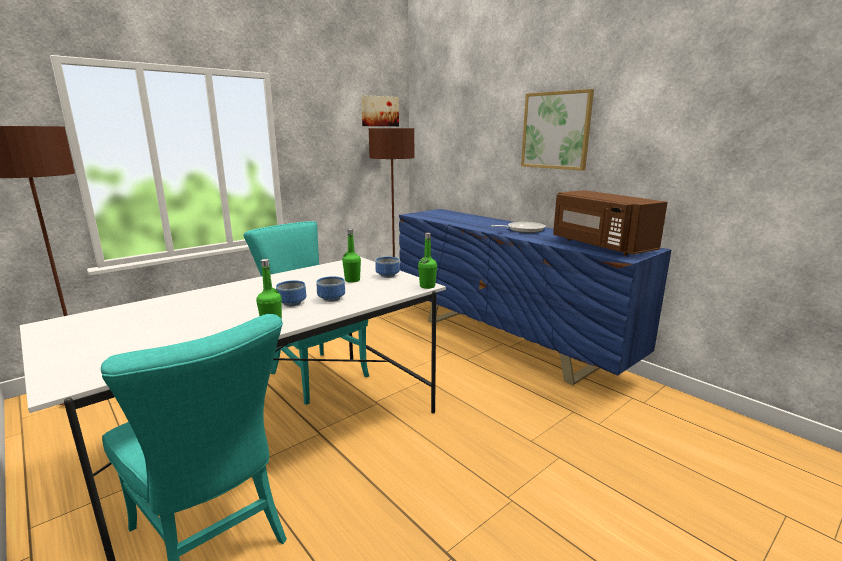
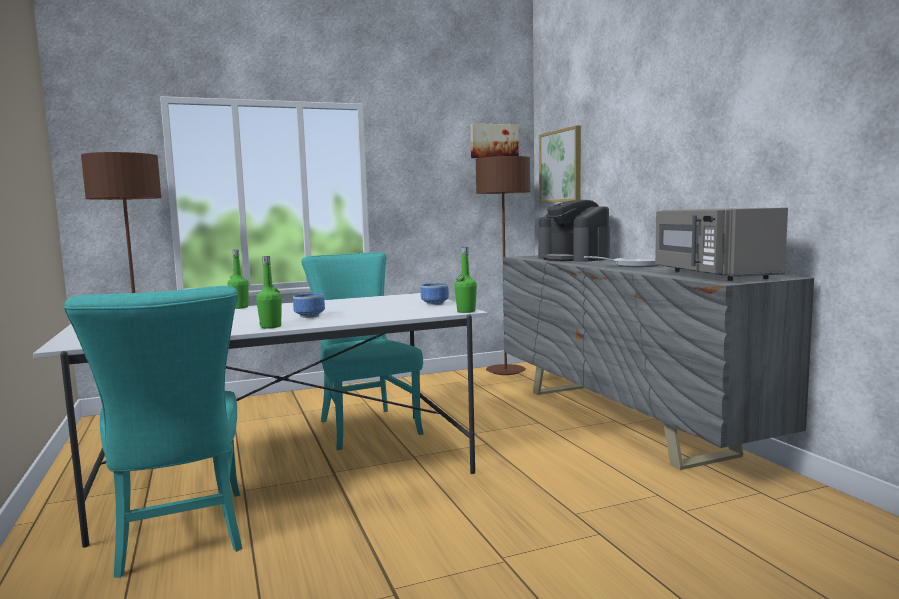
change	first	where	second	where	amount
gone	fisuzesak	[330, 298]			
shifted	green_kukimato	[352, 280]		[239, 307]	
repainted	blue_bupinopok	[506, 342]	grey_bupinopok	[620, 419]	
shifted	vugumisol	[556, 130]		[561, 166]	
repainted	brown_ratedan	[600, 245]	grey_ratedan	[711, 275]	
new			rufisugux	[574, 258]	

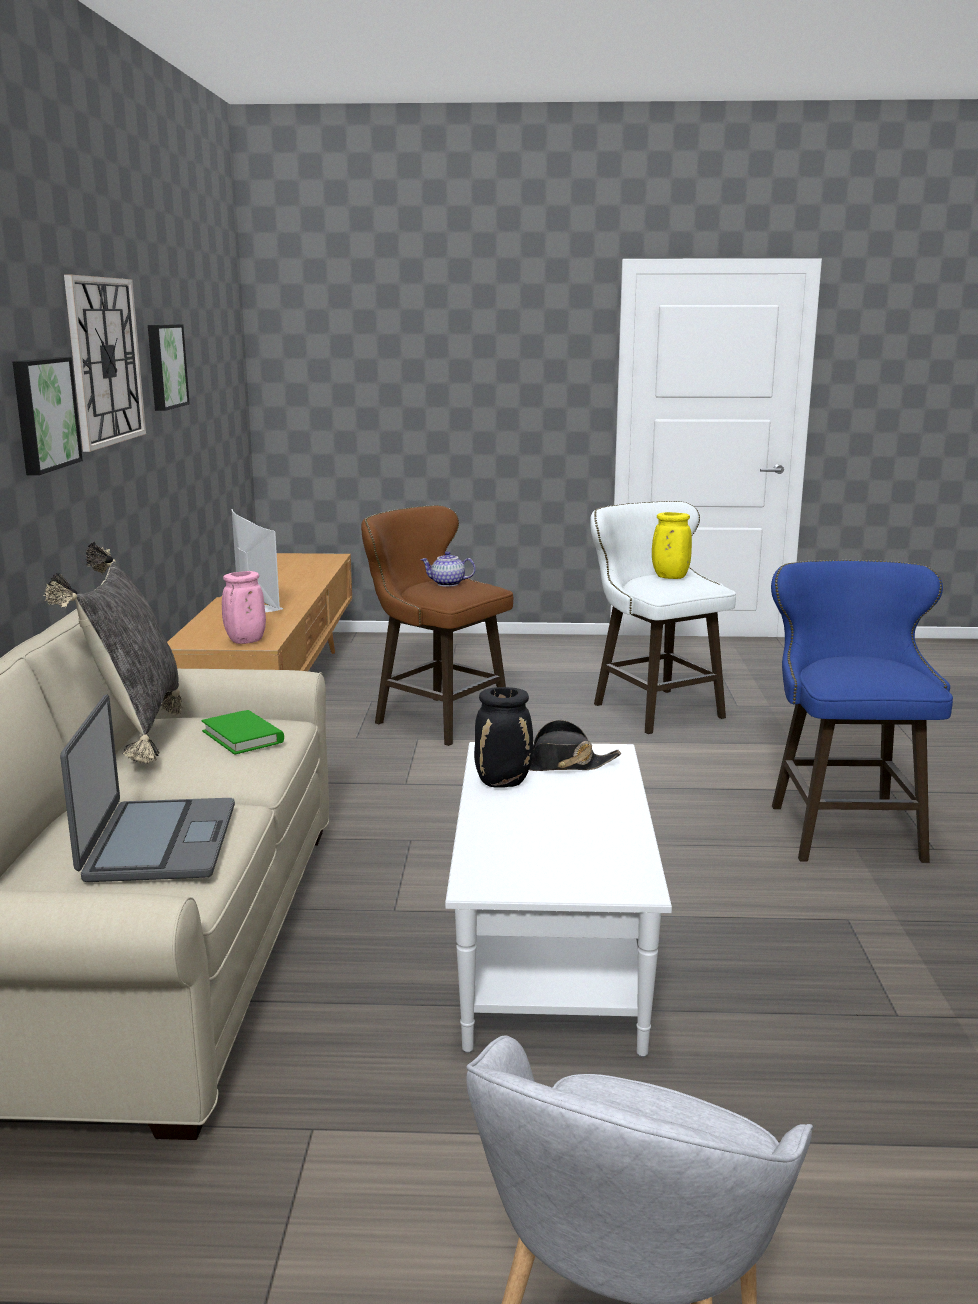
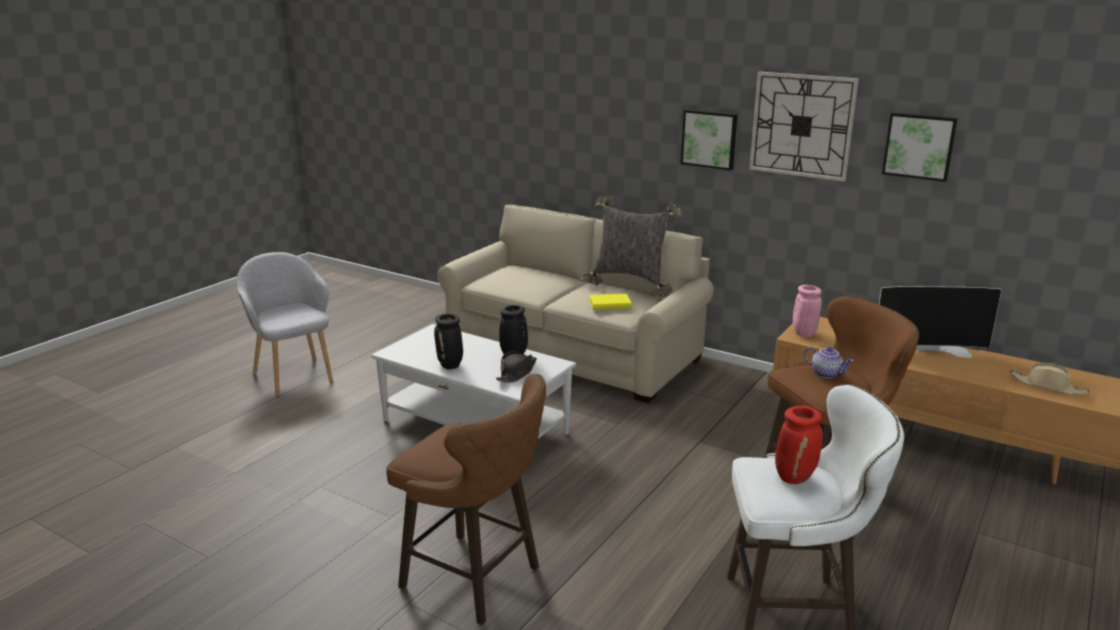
change	first	where	second	where	amount
gone	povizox	[158, 842]			
repainted	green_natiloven	[243, 737]	yellow_natiloven	[610, 304]	
rotated	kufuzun	[447, 584]		[826, 373]	90 degrees clockwise
repainted	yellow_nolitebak	[669, 577]	red_nolitebak	[794, 477]	
repainted	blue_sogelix	[843, 829]	brown_sogelix	[475, 579]	
new			black_nolitebak	[450, 366]	
new			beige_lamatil	[1048, 386]	

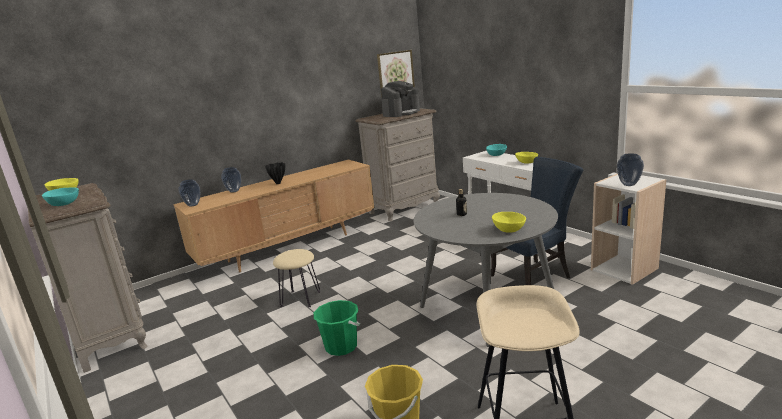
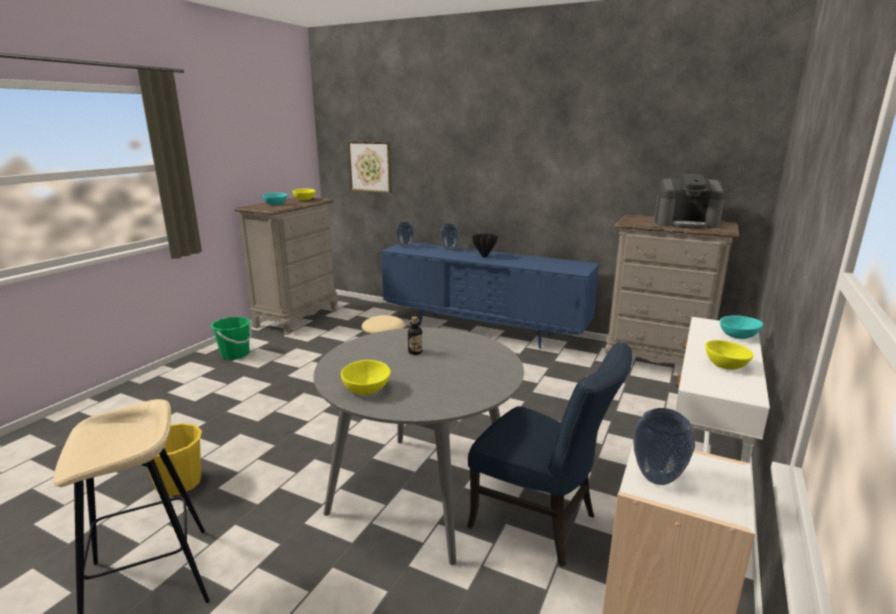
change	first	where	second	where	amount
repainted	brown_bupinopok	[290, 248]	blue_bupinopok	[484, 330]	
shifted	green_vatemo	[341, 347]		[235, 354]	
shifted	vugumisol	[395, 73]		[370, 167]	

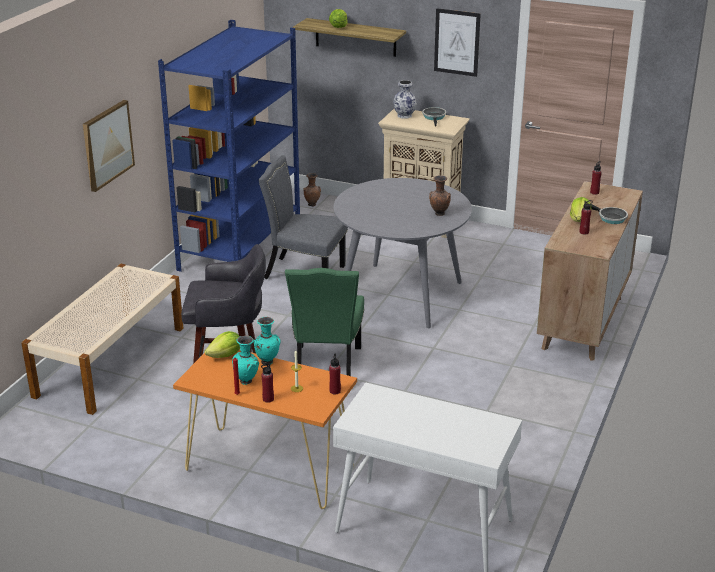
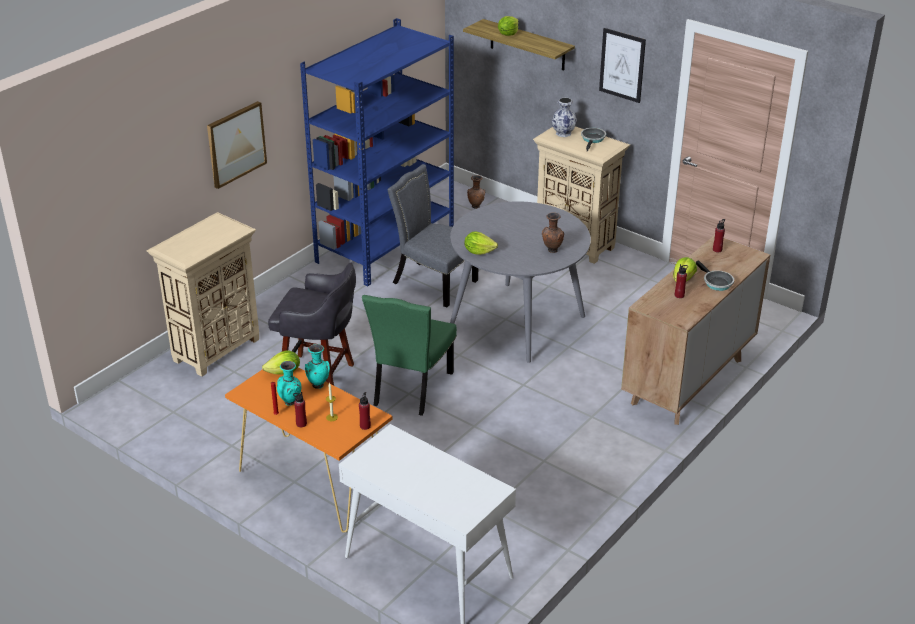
change	first	where	second	where	amount
swapped	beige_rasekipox	[110, 361]	beige_bupinopok	[216, 349]	
new			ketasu	[479, 251]	

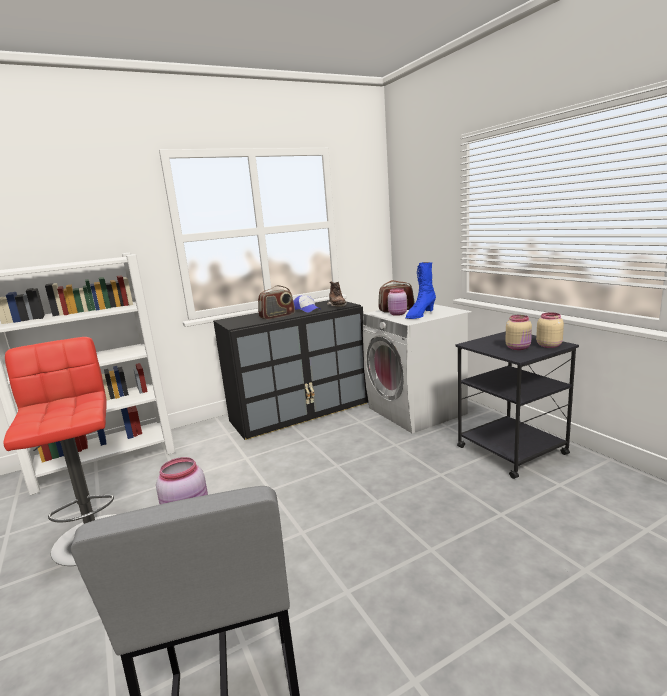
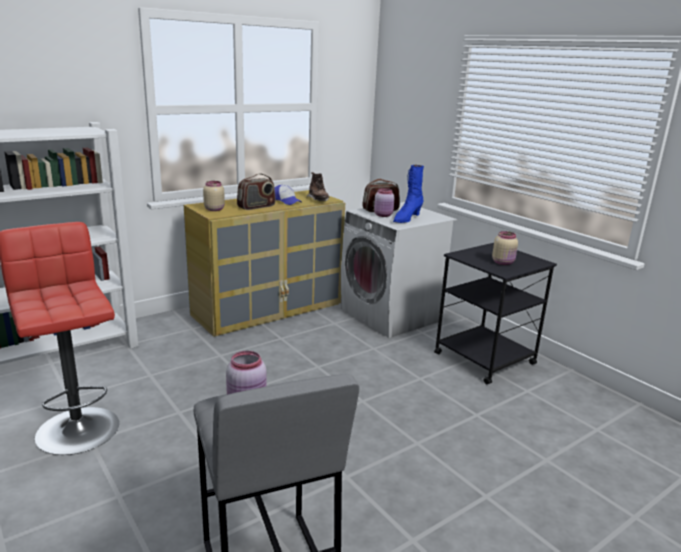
change	first	where	second	where	amount
repainted	black_bupinopok	[300, 412]	yellow_bupinopok	[268, 310]	
shifted	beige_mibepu	[548, 345]		[214, 209]	

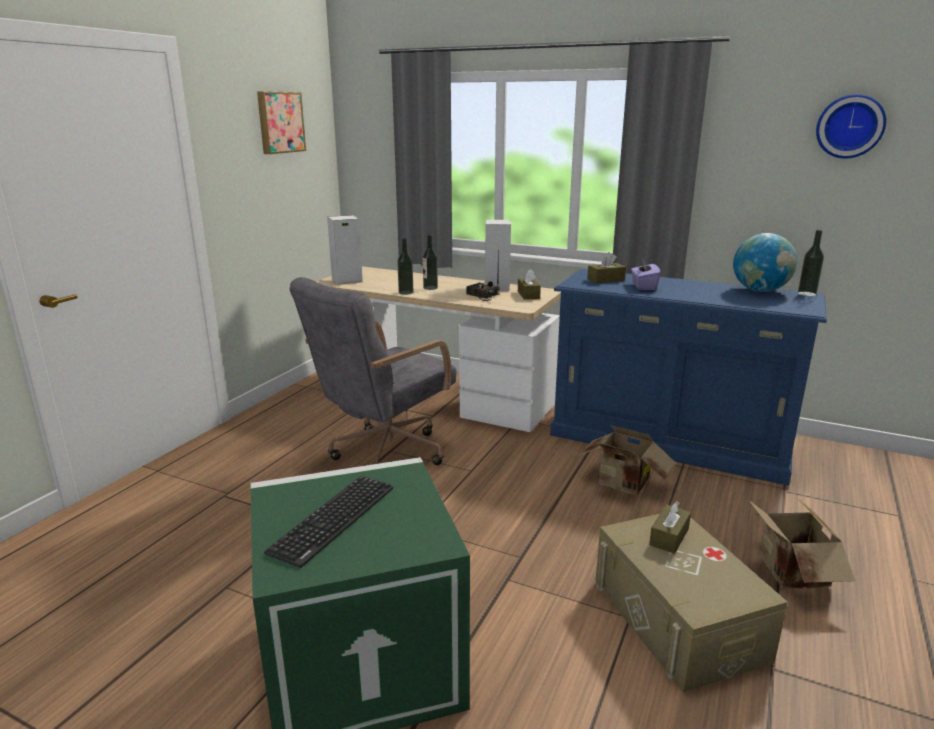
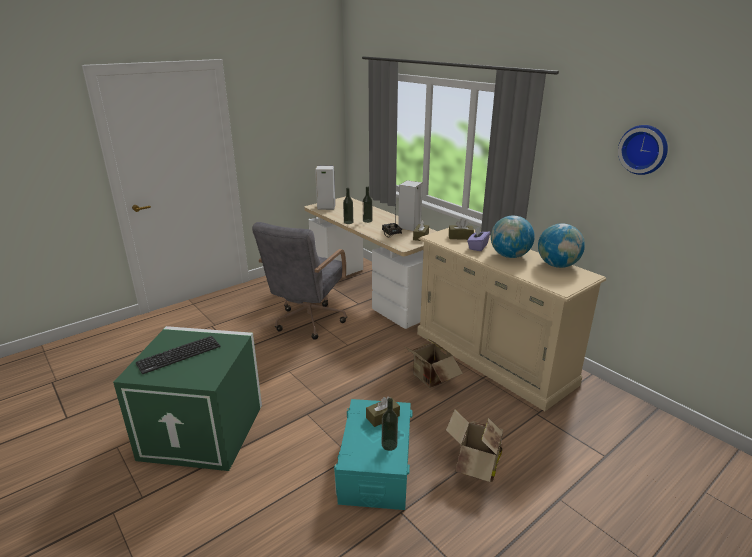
change	first	where	second	where	amount
gone	vugumisol	[280, 122]			
rotated	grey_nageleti	[384, 456]		[308, 323]	45 degrees counterclockwise
repainted	blue_bupinopok	[669, 441]	beige_bupinopok	[493, 358]	
repainted	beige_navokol	[678, 619]	turquoise_navokol	[376, 467]	
shifted	kukimato	[806, 294]		[389, 445]	
new			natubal	[509, 256]	

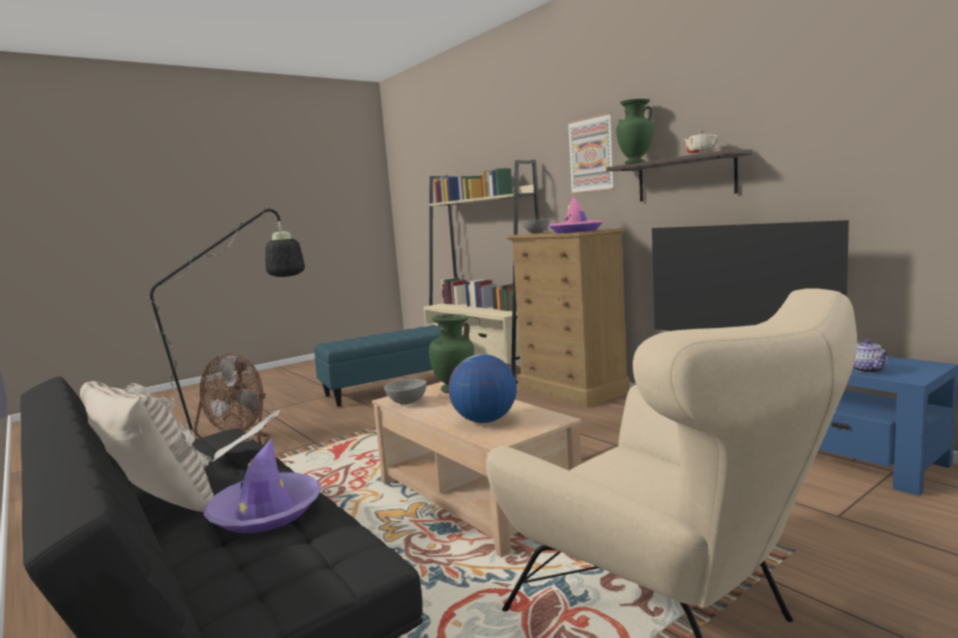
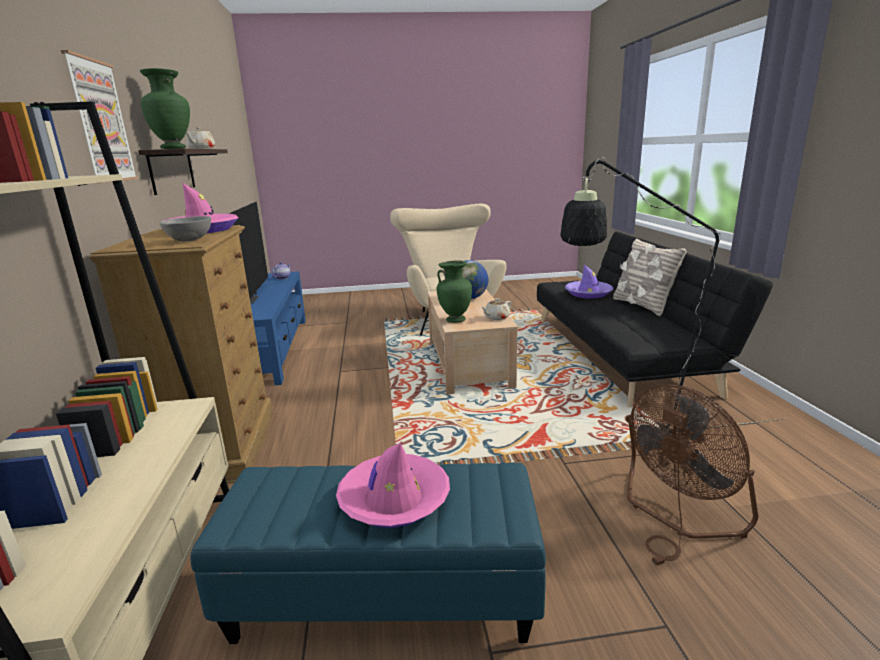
change	first	where	second	where	amount
gone	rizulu	[246, 455]			
swapped	grey_fisuzesak	[407, 403]	beige_kufuzun	[496, 317]	
new			pink_lamatil	[394, 499]	

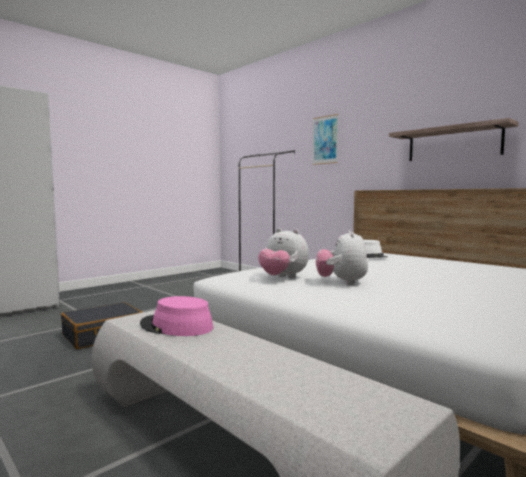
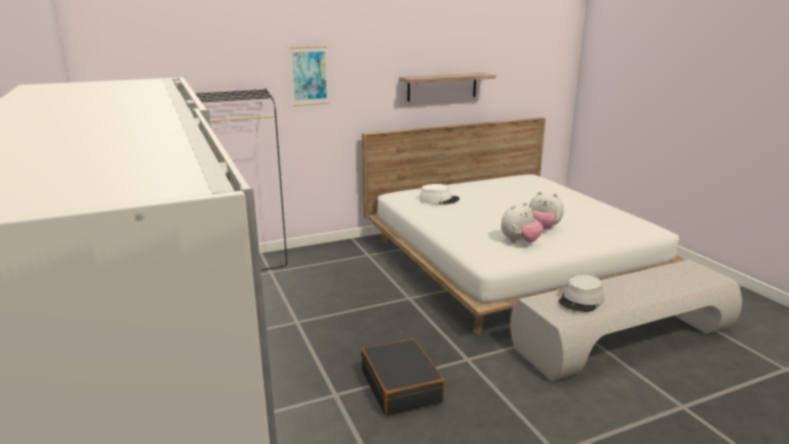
change	first	where	second	where	amount
repainted	pink_lamatil	[176, 326]	grey_lamatil	[581, 301]	

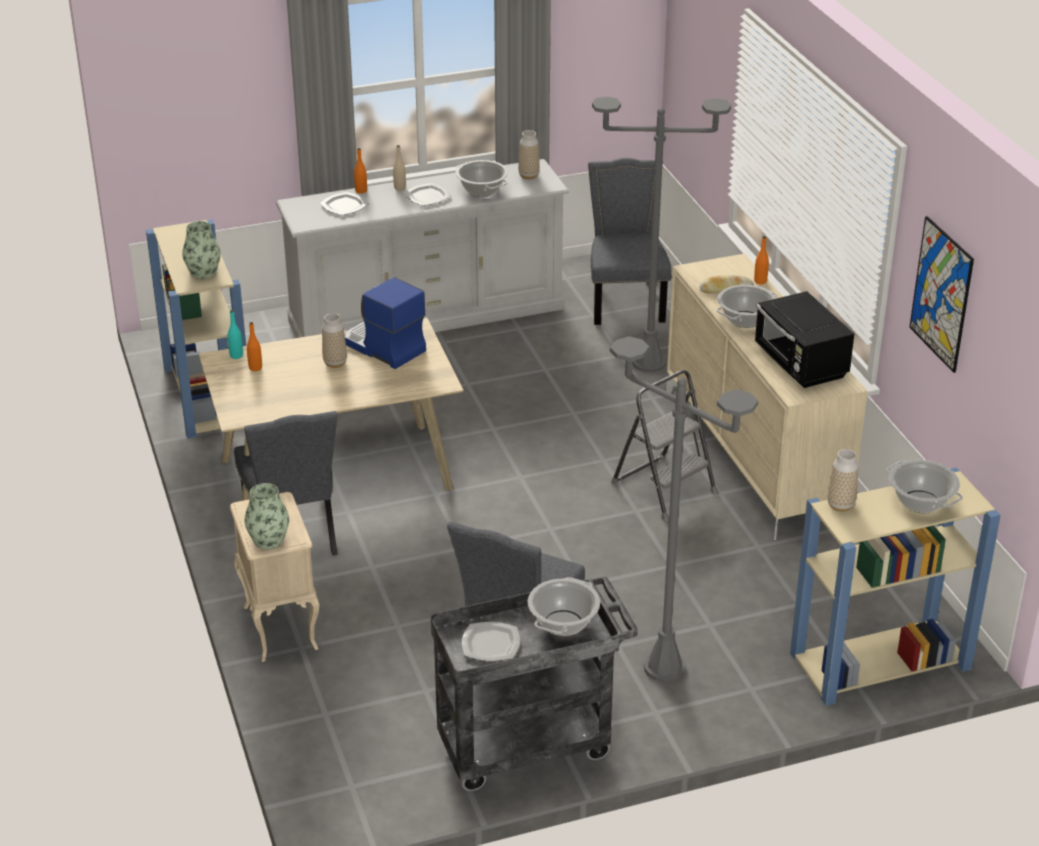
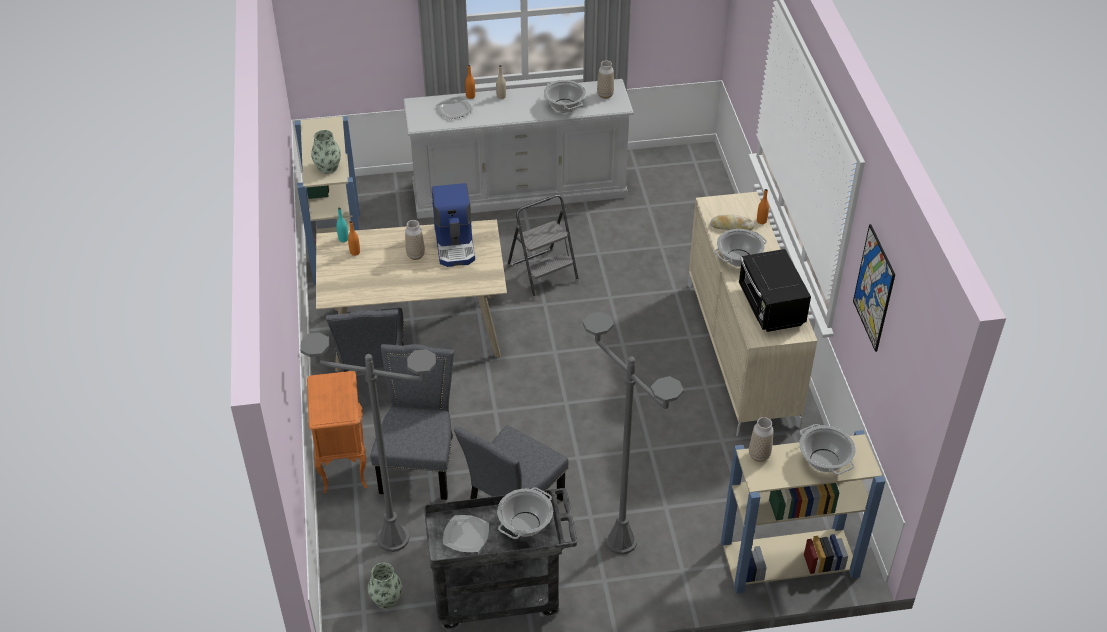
change	first	where	second	where	amount
repainted	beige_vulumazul	[280, 627]	orange_vulumazul	[343, 464]	
shifted	nolitebak	[268, 539]		[386, 598]	
rotated	rufisugux	[383, 347]		[455, 244]	150 degrees counterclockwise
gone	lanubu	[428, 196]			
shifted	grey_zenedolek	[625, 303]		[419, 466]	
shifted	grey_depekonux	[649, 363]		[393, 538]	
shifted	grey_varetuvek	[661, 485]		[542, 273]	

